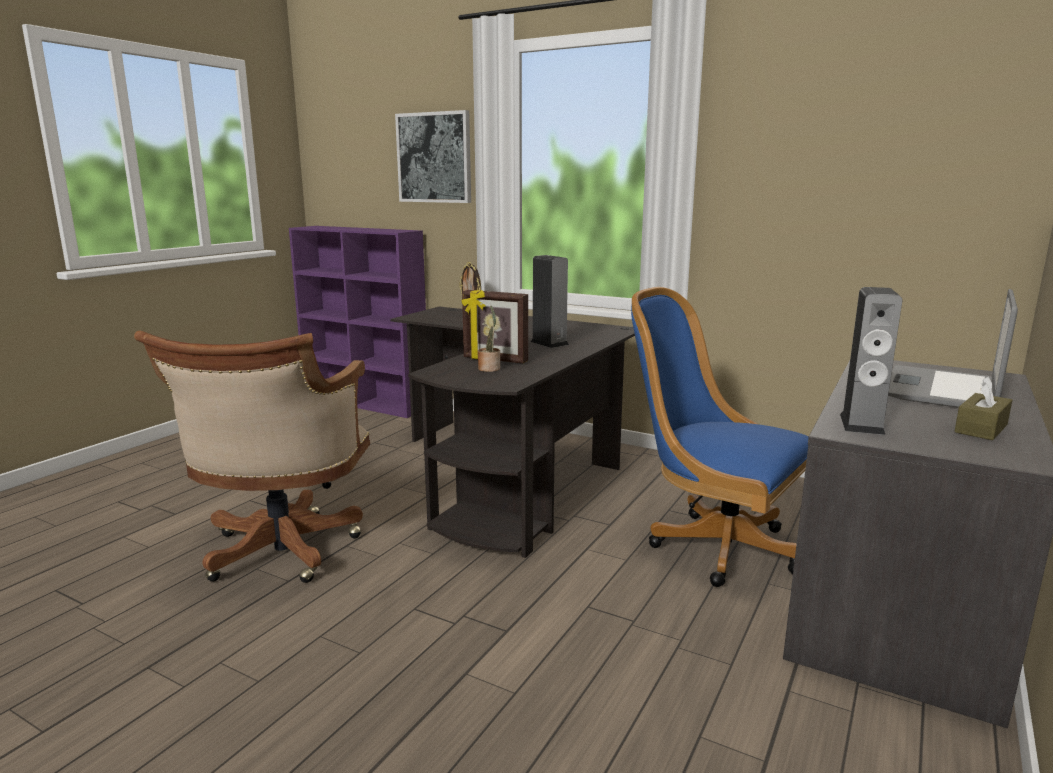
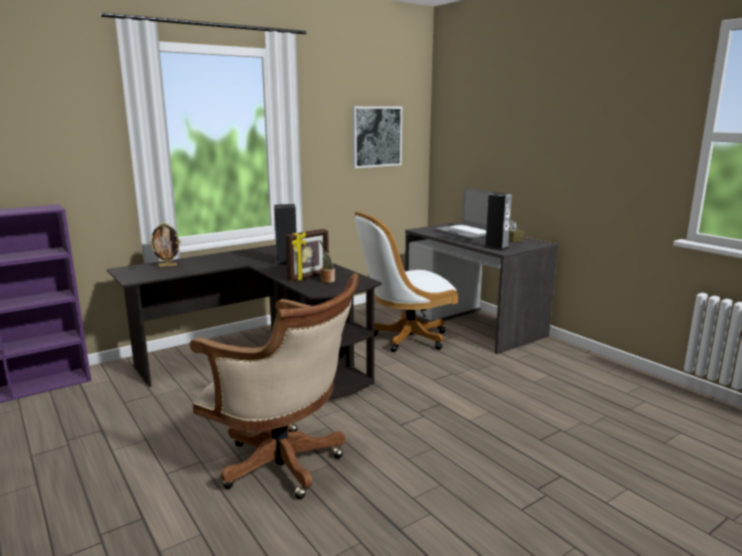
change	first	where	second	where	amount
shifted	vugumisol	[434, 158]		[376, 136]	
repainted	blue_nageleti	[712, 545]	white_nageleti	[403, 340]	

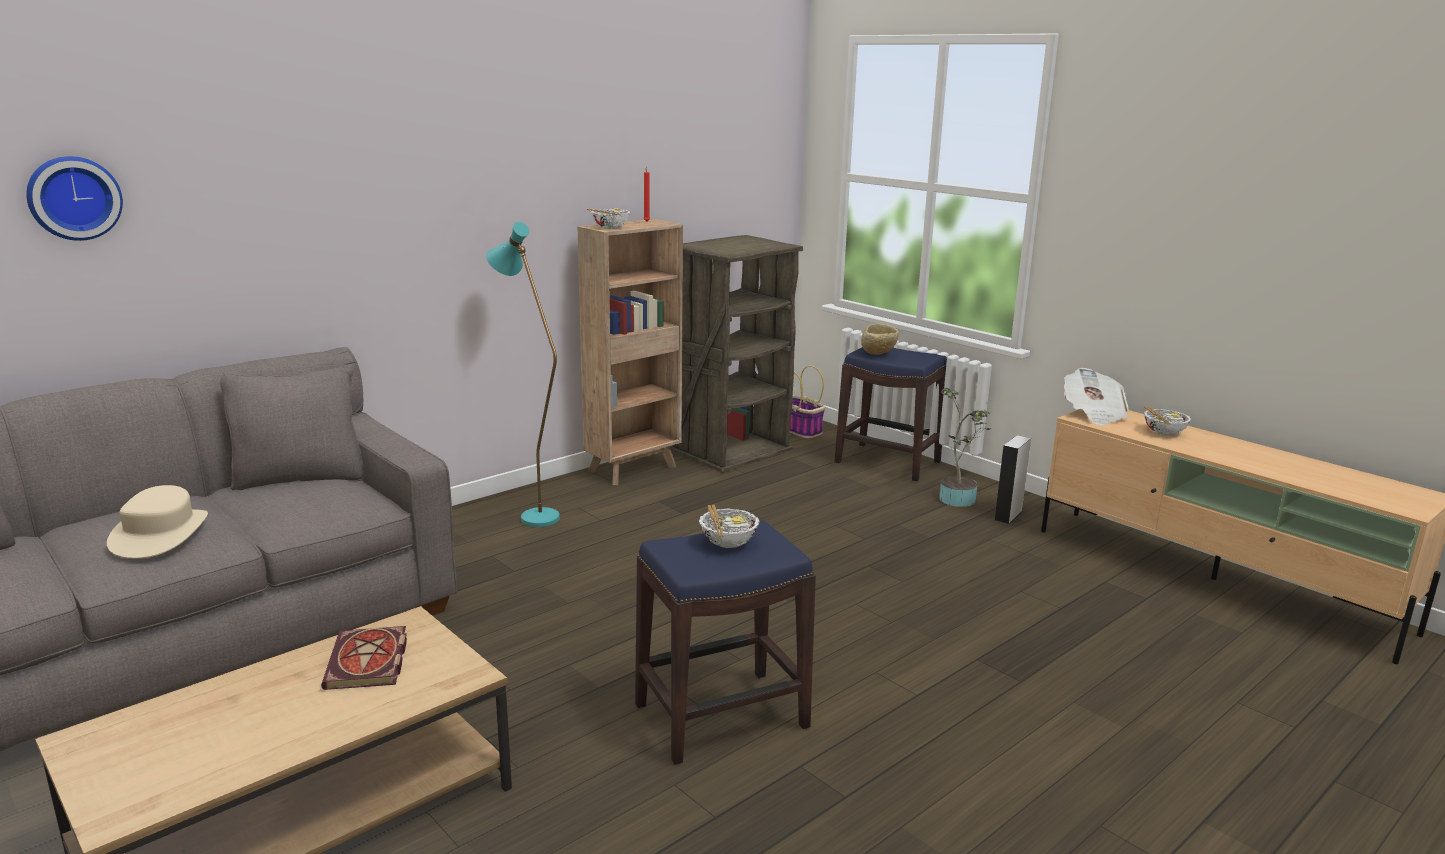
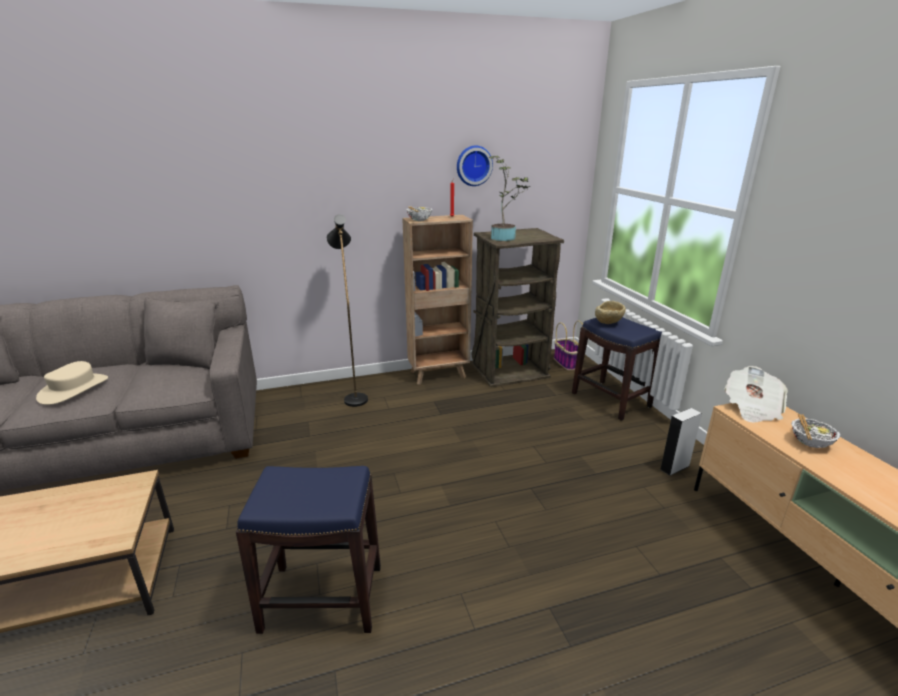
change	first	where	second	where	amount
shifted	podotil	[73, 198]		[473, 165]	
gone	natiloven	[369, 663]			
repainted	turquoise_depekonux	[531, 514]	black_depekonux	[354, 396]	
gone	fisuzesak	[727, 543]			
shifted	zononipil	[959, 498]		[505, 238]	

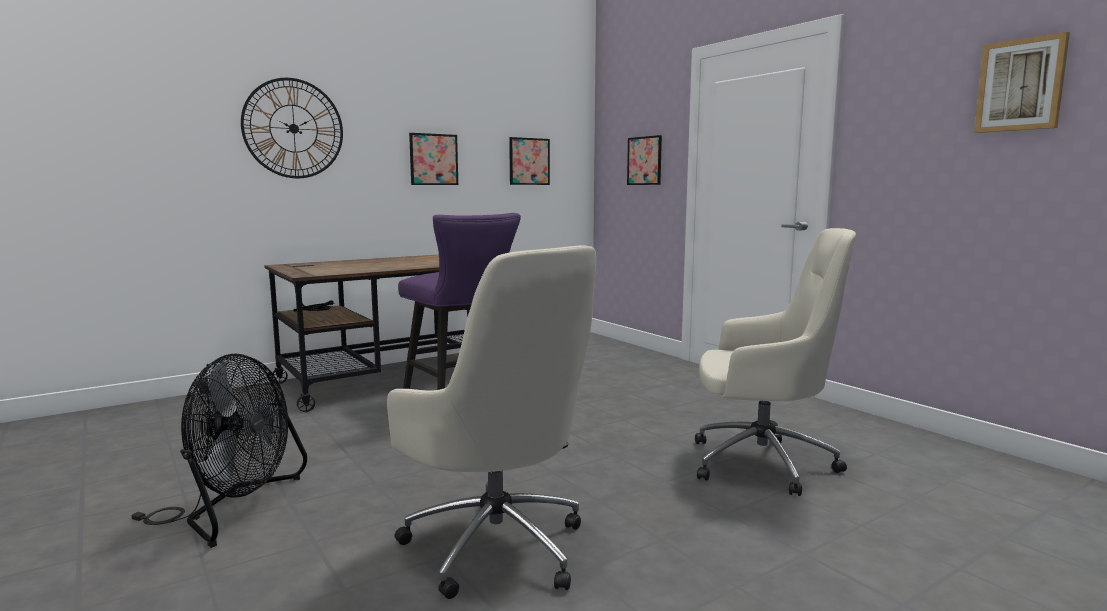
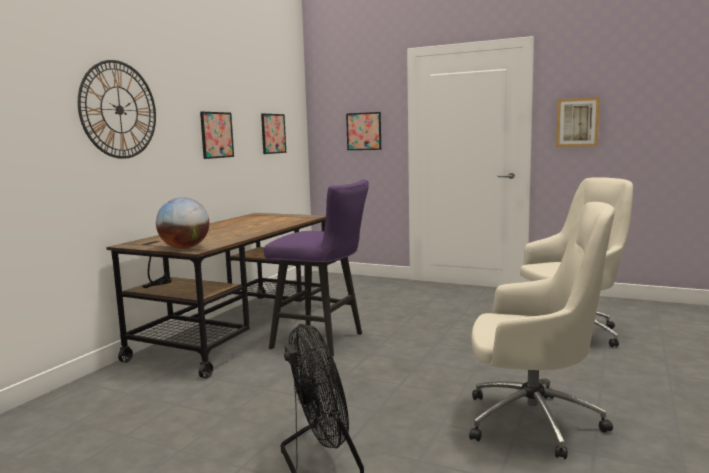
change	first	where	second	where	amount
shifted	vugumisol	[1020, 85]		[577, 122]	
new			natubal	[185, 248]	

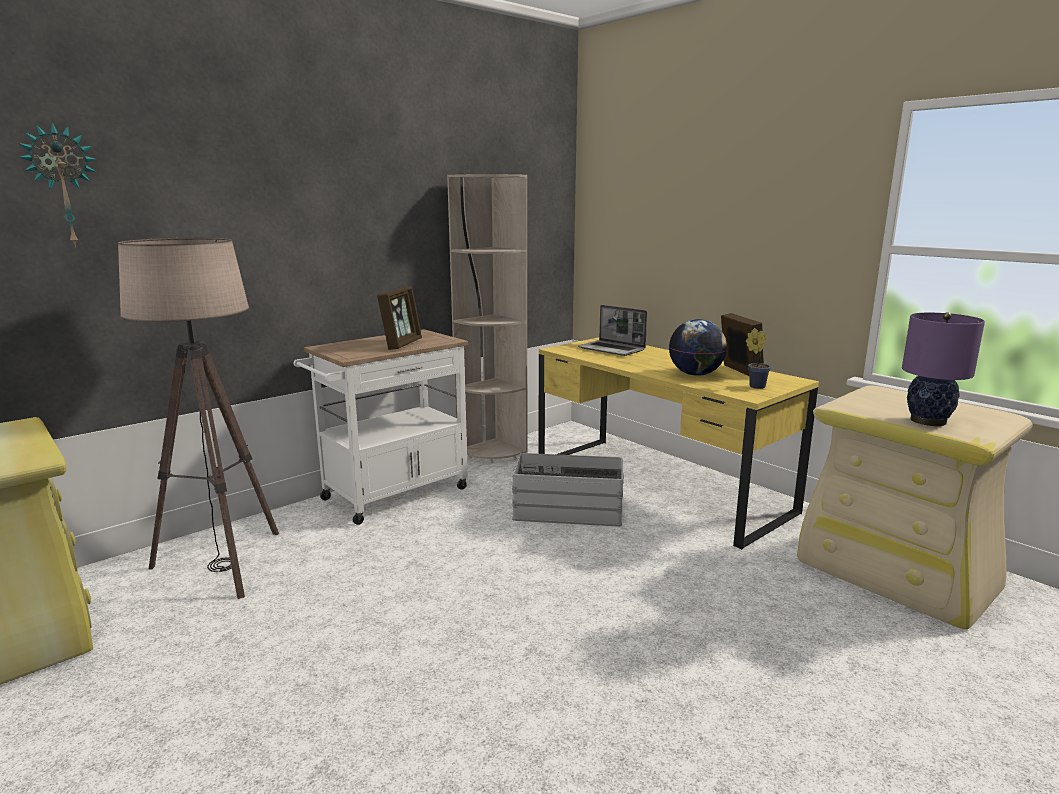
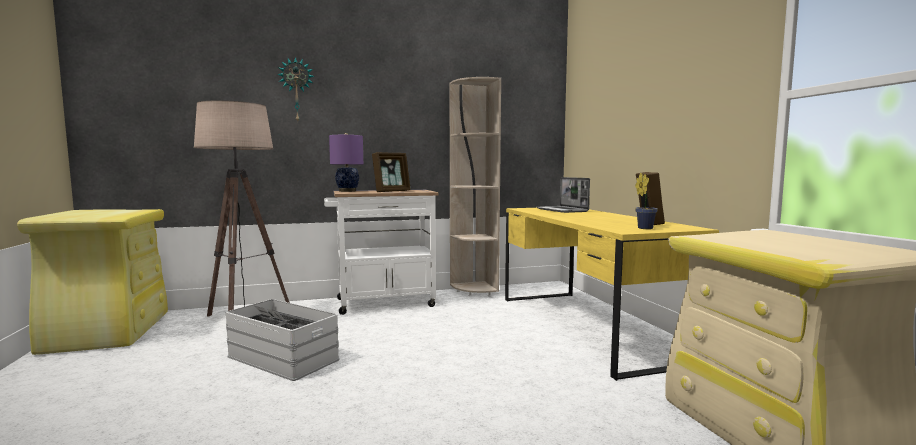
change	first	where	second	where	amount
shifted	podotil	[63, 186]		[296, 90]	
shifted	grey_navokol	[567, 510]		[282, 358]	
gone	natubal	[696, 374]			
shifted	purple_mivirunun	[927, 421]		[347, 191]	

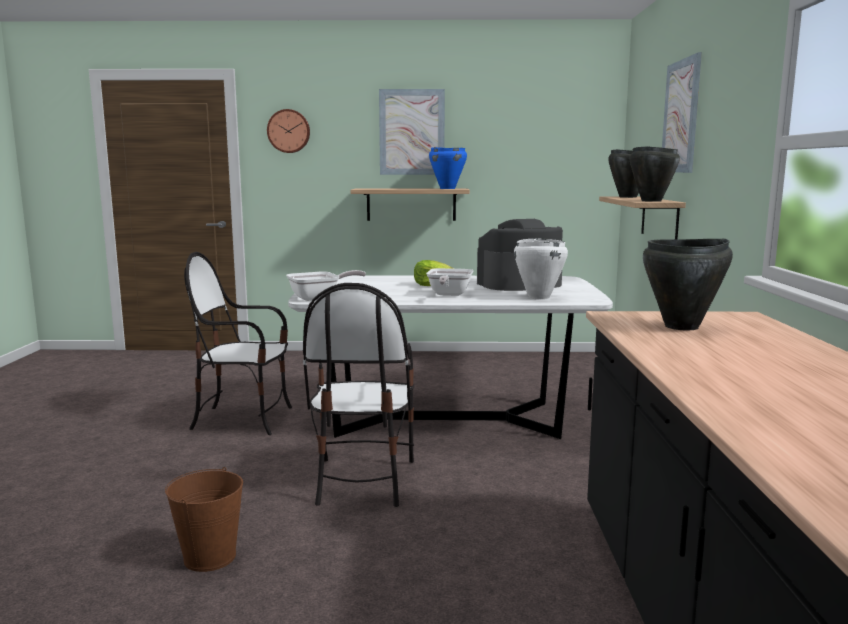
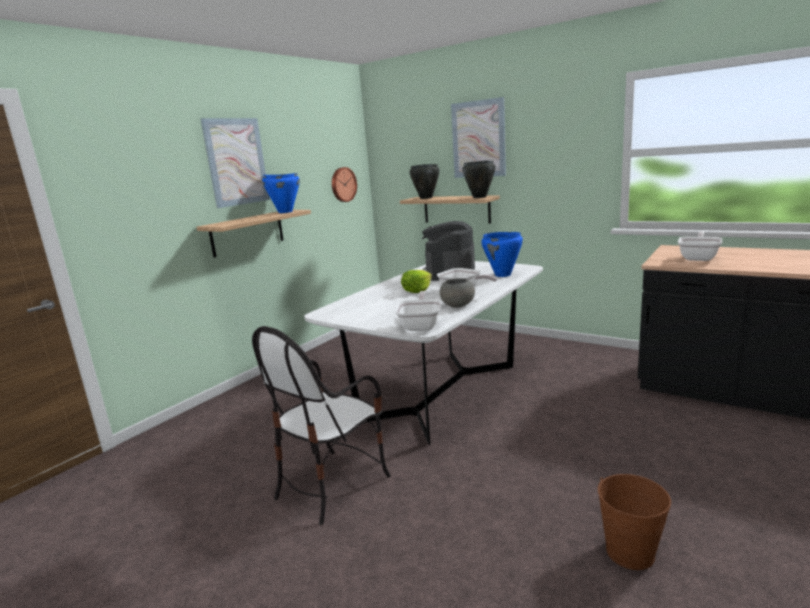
change	first	where	second	where	amount
shifted	podotil	[289, 131]		[343, 184]	
gone	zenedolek	[362, 480]			
repainted	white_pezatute	[538, 297]	blue_pezatute	[503, 275]	
swapped	black_pezatute	[682, 327]	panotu	[699, 258]	
new			grey_fisuzesak	[457, 305]	

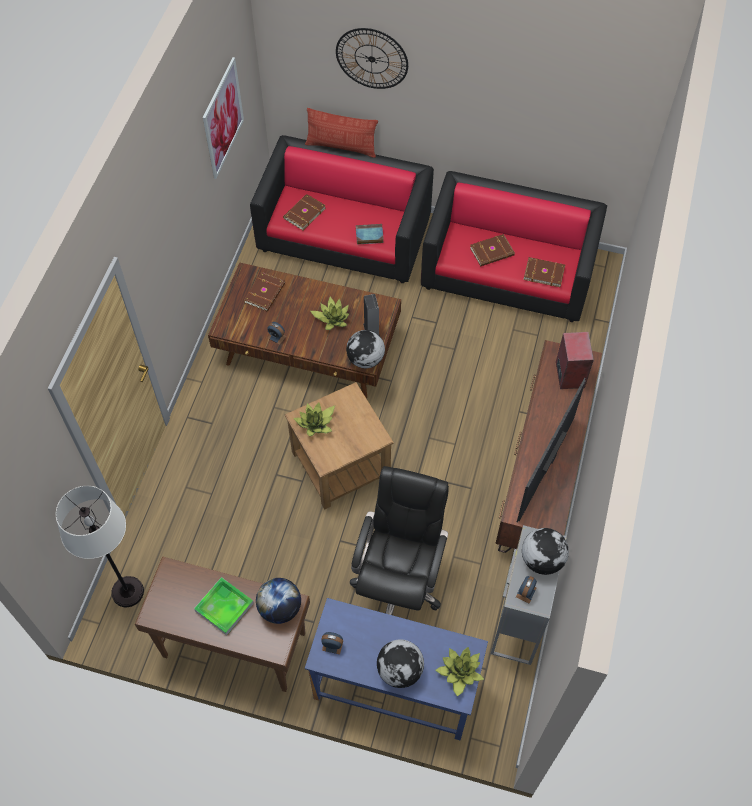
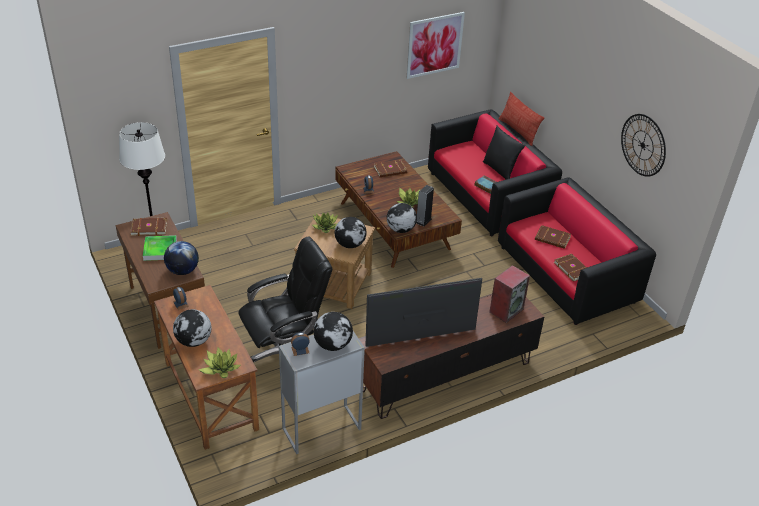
change	first	where	second	where	amount
shifted	brown_natiloven	[304, 213]		[149, 227]	
repainted	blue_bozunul	[394, 687]	brown_bozunul	[210, 396]	
shifted	podotil	[372, 58]		[643, 145]	
new			natubal	[350, 244]	
new			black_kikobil	[500, 170]	

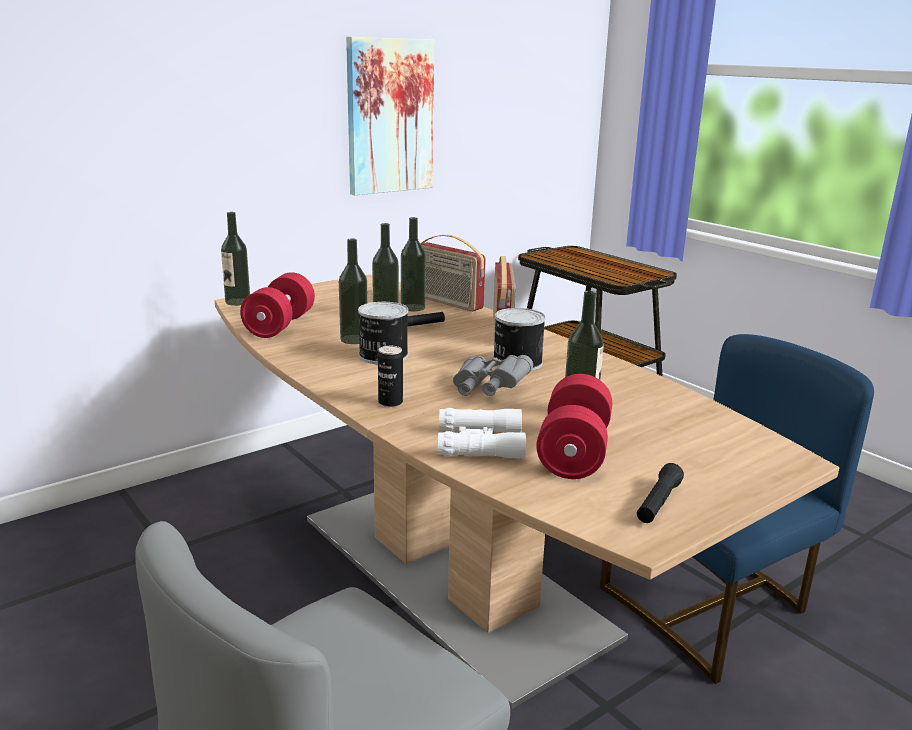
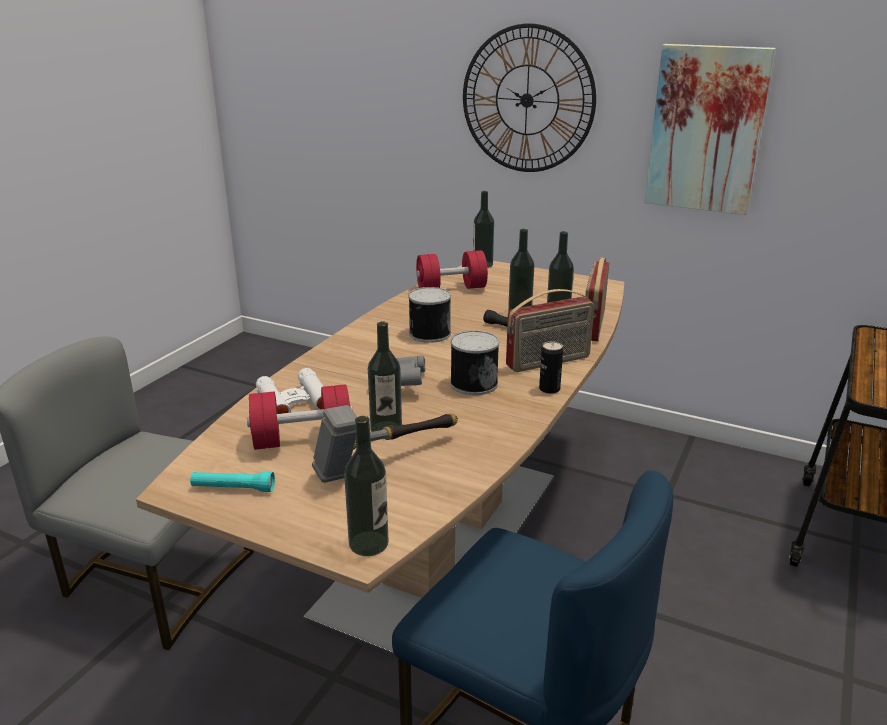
change	first	where	second	where	amount
shifted	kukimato	[354, 339]		[368, 543]	
shifted	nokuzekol	[390, 402]		[549, 389]	
repainted	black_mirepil	[658, 503]	turquoise_mirepil	[233, 488]	
new			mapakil	[386, 461]	
new			podotil	[527, 100]	

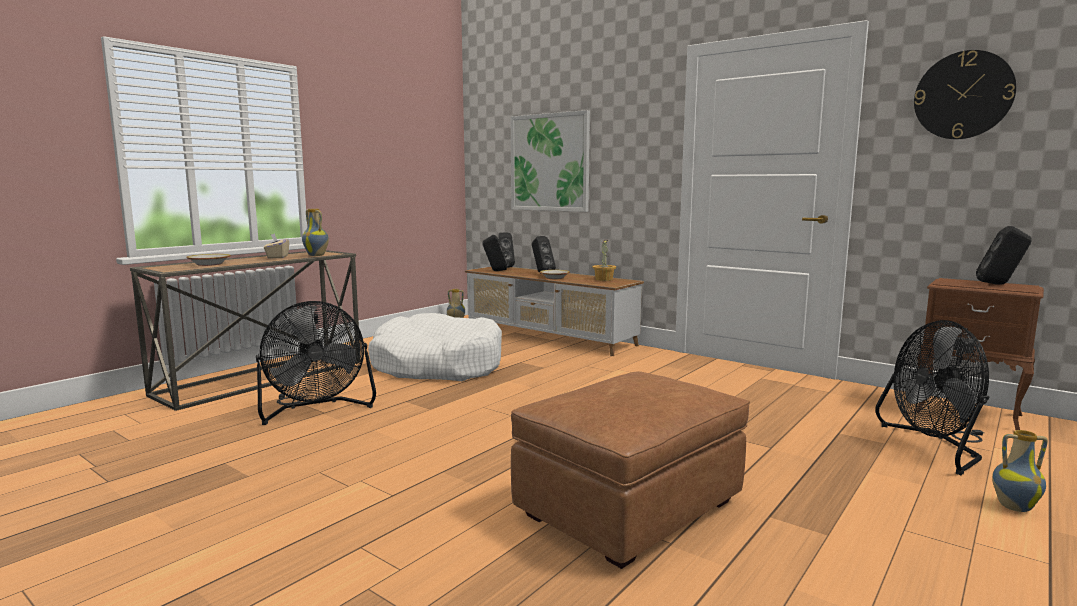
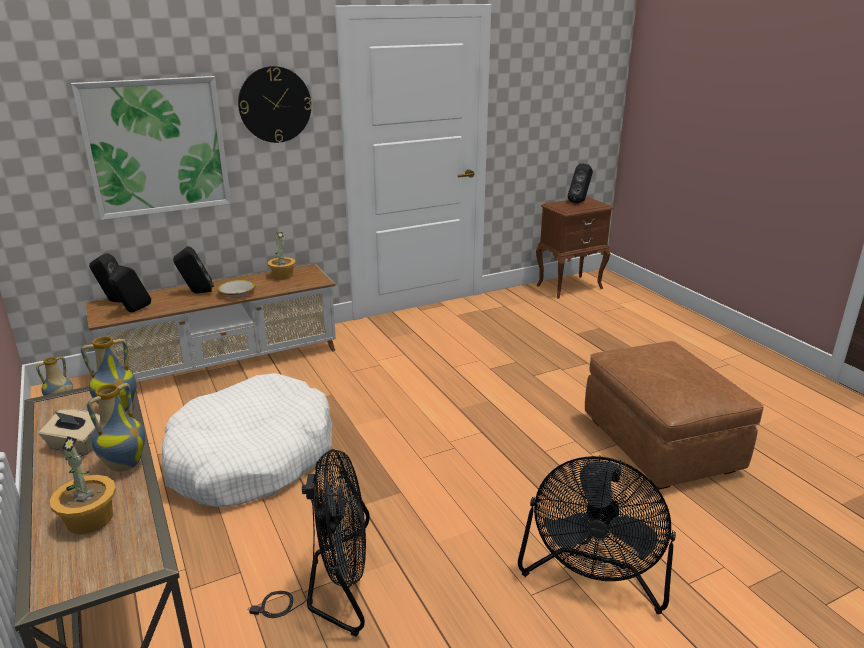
change	first	where	second	where	amount
swapped	fisuzesak	[209, 264]	zononipil	[90, 519]	
shifted	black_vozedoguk	[938, 446]		[589, 572]	
shifted	podotil	[963, 95]		[275, 104]	
shifted	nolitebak	[1014, 506]		[124, 464]	

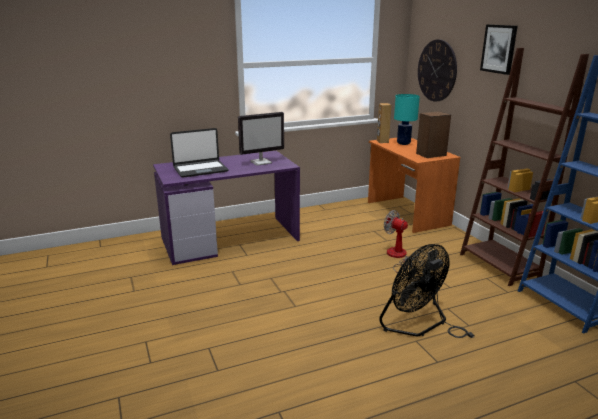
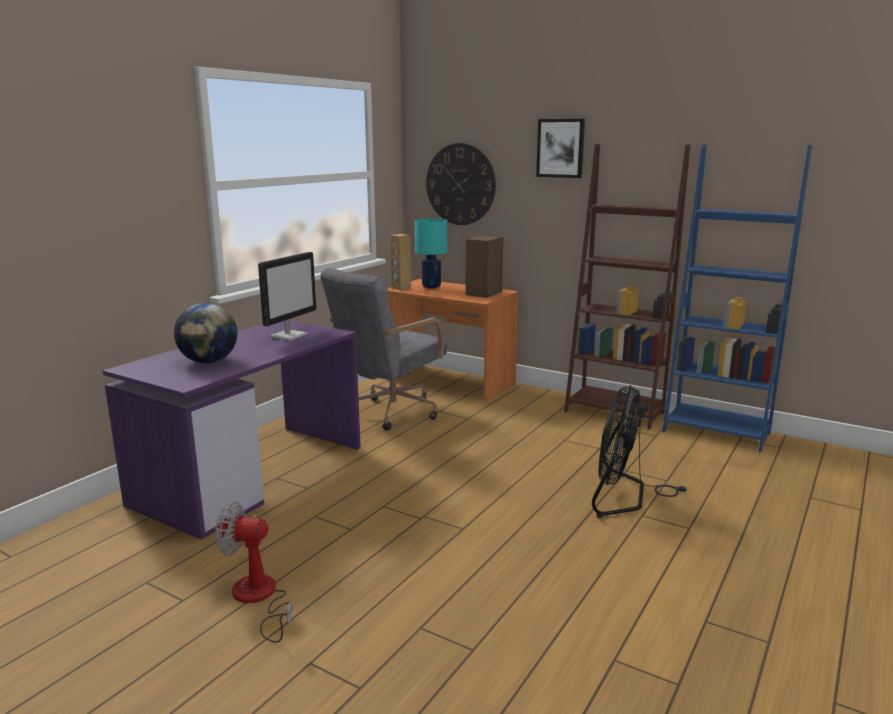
change	first	where	second	where	amount
swapped	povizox	[200, 169]	natubal	[209, 361]	
shifted	vozedoguk	[397, 257]		[259, 599]	
new			grey_nageleti	[389, 414]	

